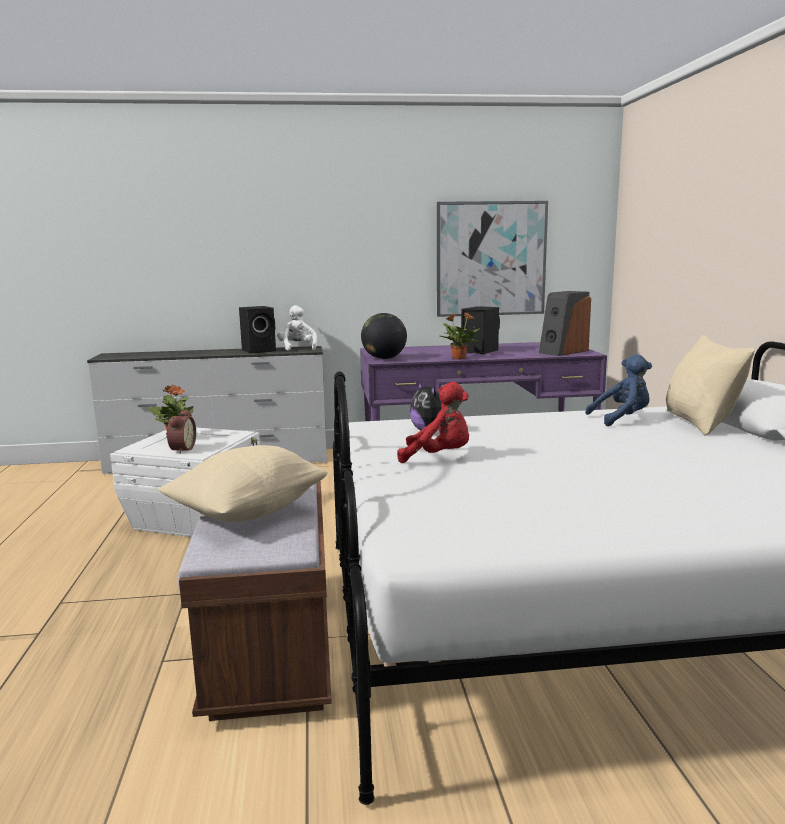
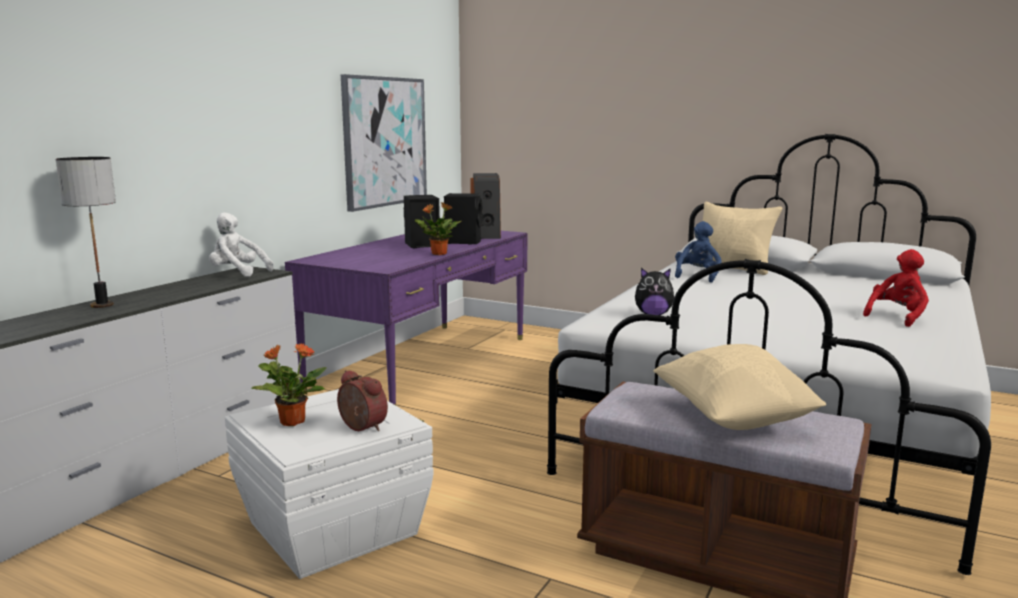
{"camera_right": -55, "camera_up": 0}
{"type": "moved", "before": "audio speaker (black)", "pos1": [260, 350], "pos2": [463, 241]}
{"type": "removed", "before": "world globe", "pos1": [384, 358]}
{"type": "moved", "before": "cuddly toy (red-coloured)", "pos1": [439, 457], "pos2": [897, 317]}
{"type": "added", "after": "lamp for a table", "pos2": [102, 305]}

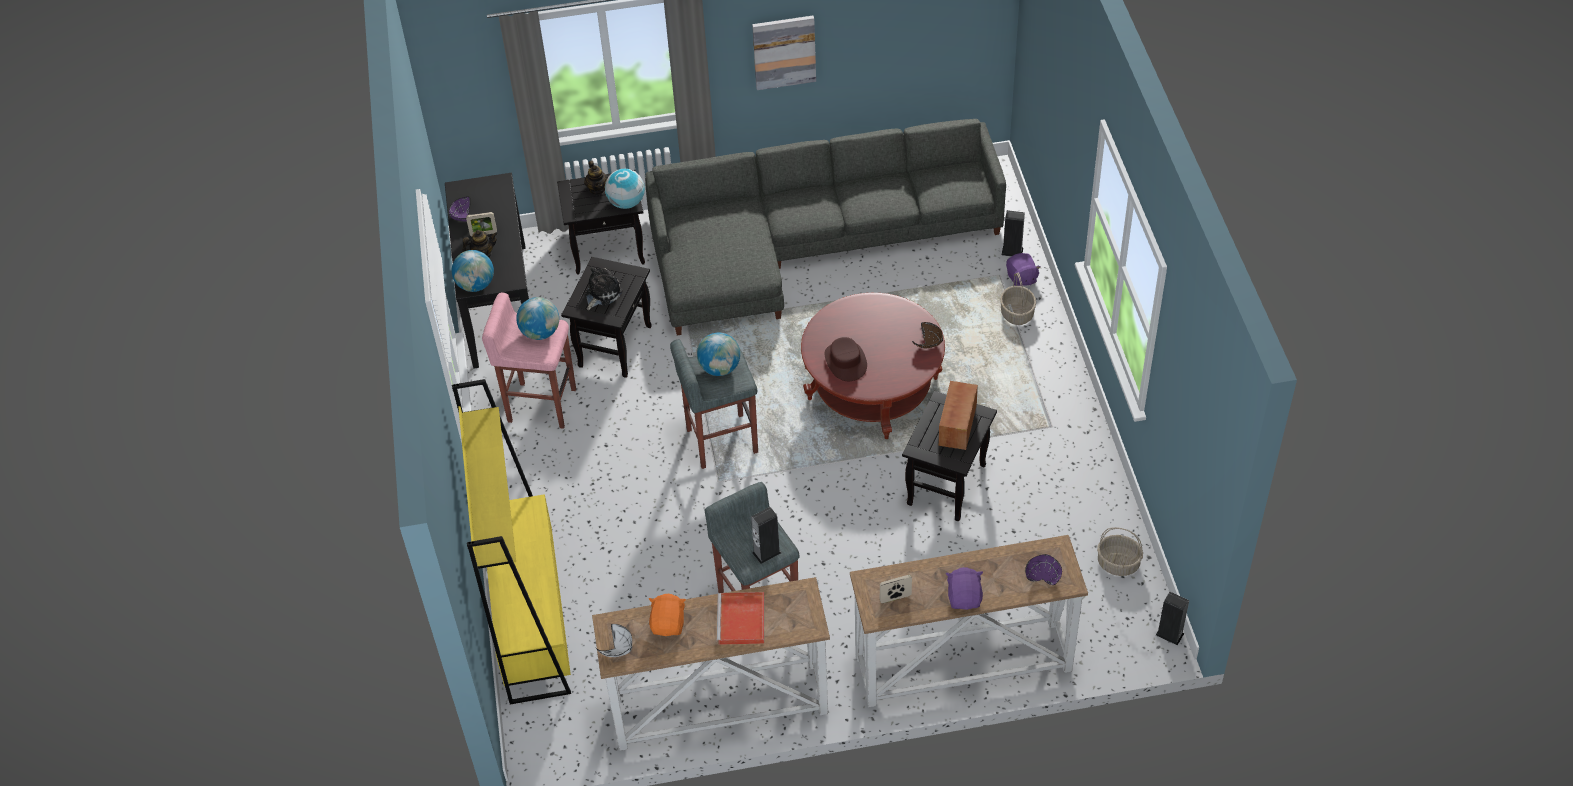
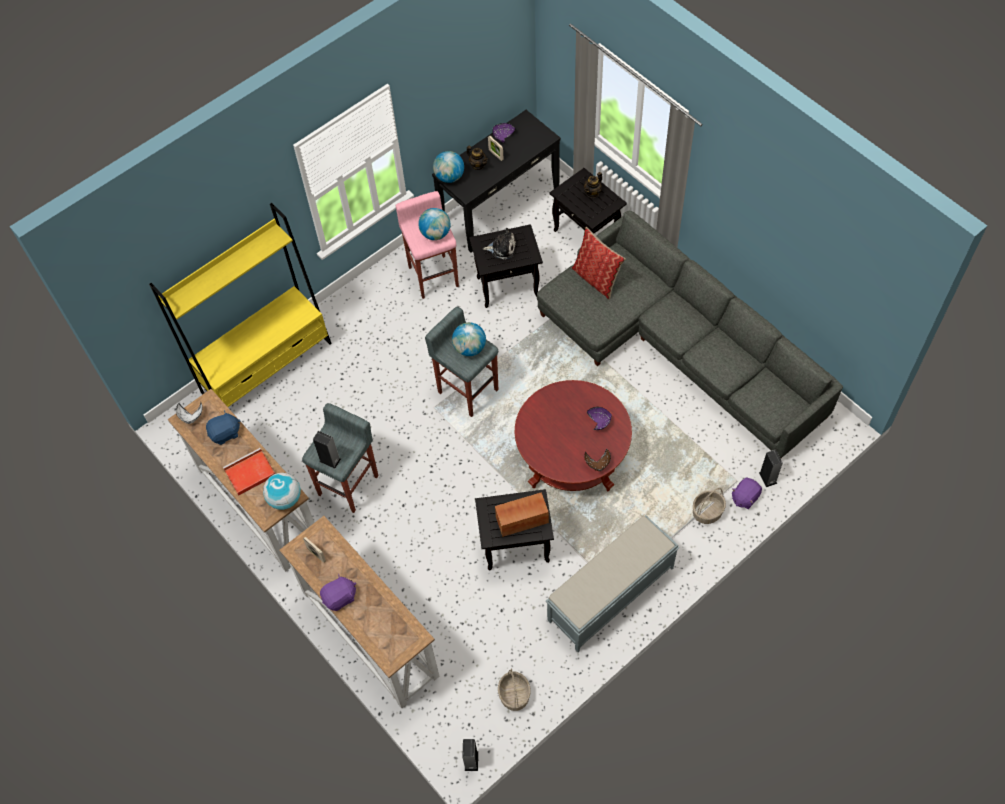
{"camera_right": 60, "camera_up": 10}
{"type": "removed", "before": "wall picture", "pos1": [784, 51]}
{"type": "moved", "before": "world globe", "pos1": [626, 202], "pos2": [285, 499]}
{"type": "removed", "before": "wearable hat (brown-coloured)", "pos1": [845, 361]}
{"type": "moved", "before": "deep dish (purple-coloured)", "pos1": [1043, 576], "pos2": [600, 422]}
{"type": "recoloured", "before": "cuddly toy (orange-coloured)", "after": "cuddly toy (bluish)", "pos1": [668, 624], "pos2": [225, 433]}
{"type": "added", "after": "pillow", "pos2": [596, 279]}
{"type": "added", "after": "bench (grey)", "pos2": [610, 594]}

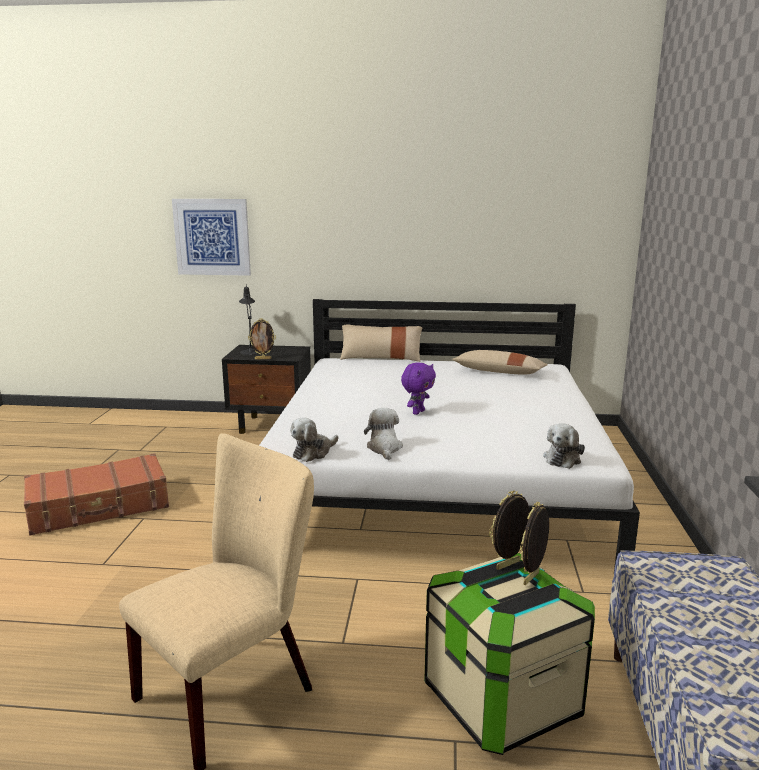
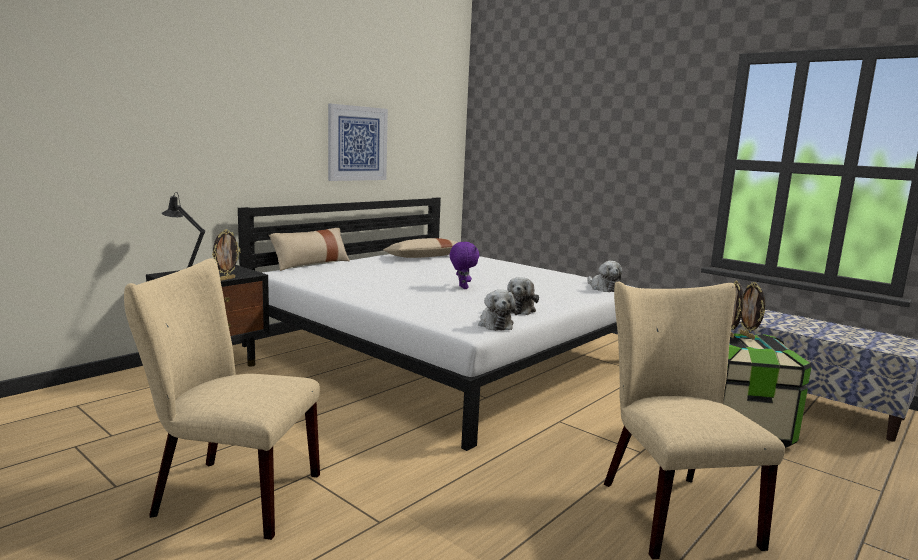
{"camera_right": -55, "camera_up": -5}
{"type": "moved", "before": "wall picture", "pos1": [212, 237], "pos2": [357, 143]}
{"type": "turned", "before": "cuddly toy", "pos1": [384, 448], "pos2": [520, 309], "turn": -105}
{"type": "replaced", "before": "travel case (brown-coloured)", "after": "upright chair (sand-coloured)", "pos1": [99, 507], "pos2": [228, 494]}

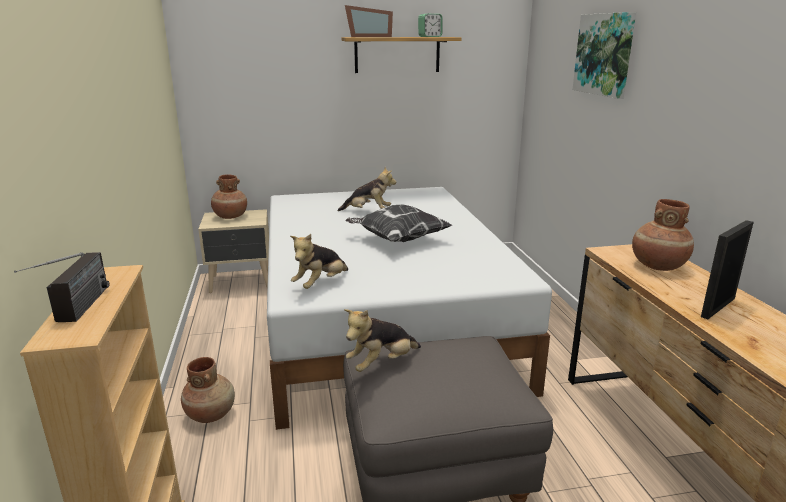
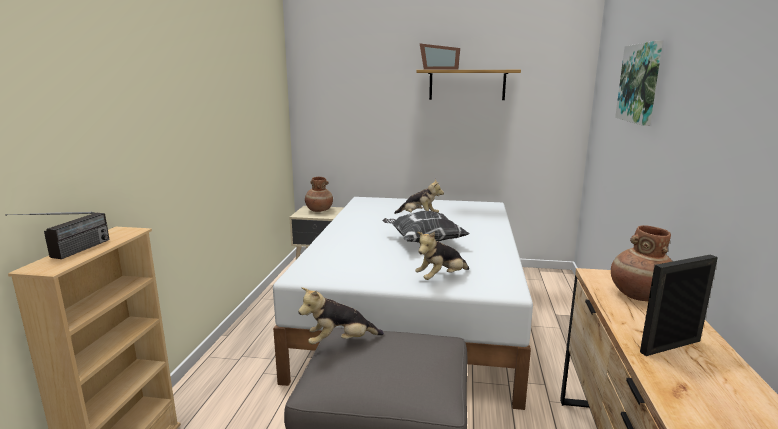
{"camera_right": 20, "camera_up": -5}
{"type": "removed", "before": "alarm clock", "pos1": [430, 36]}
{"type": "moved", "before": "cuddly toy", "pos1": [320, 284], "pos2": [441, 278]}
{"type": "removed", "before": "vase (brown-coloured)", "pos1": [211, 414]}

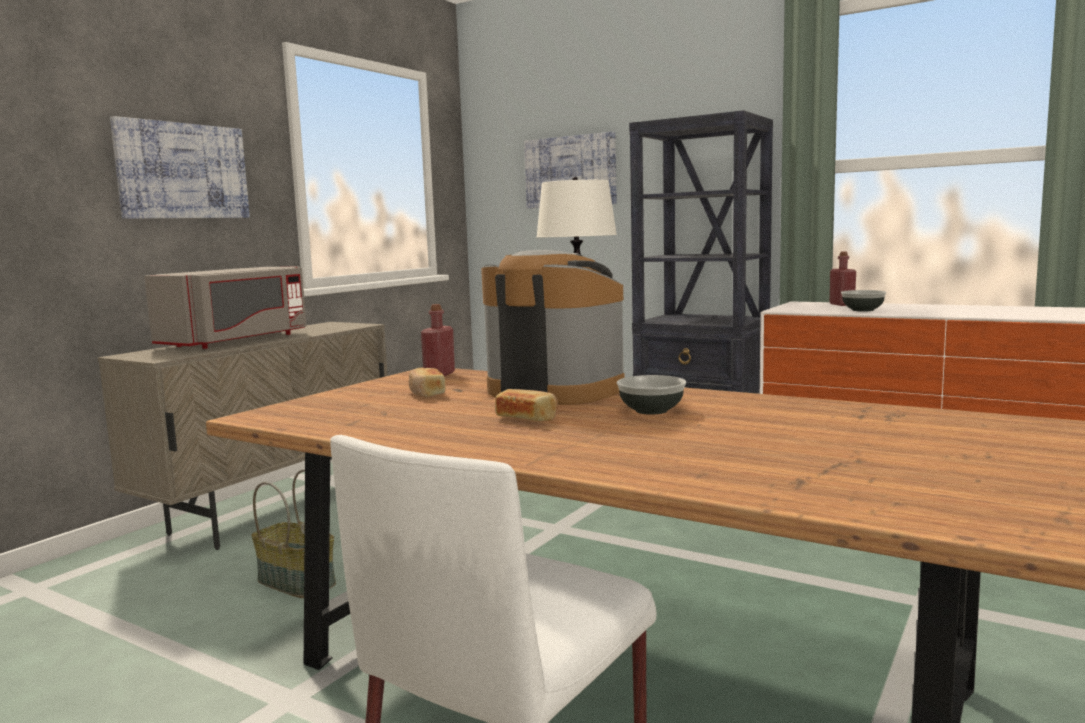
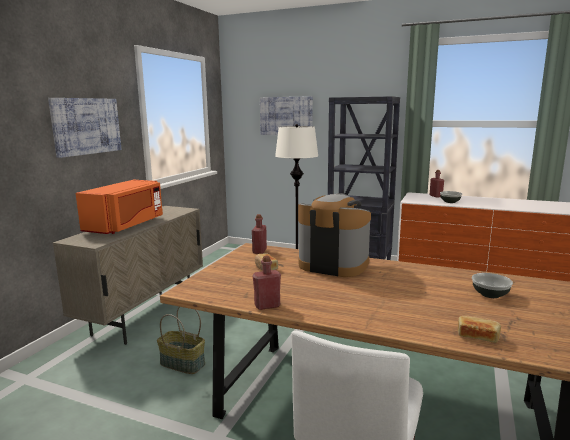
{"camera_right": -10, "camera_up": 5}
{"type": "recoloured", "before": "kitchen microwave (grey)", "after": "kitchen microwave (orange-coloured)", "pos1": [237, 341], "pos2": [126, 225]}
{"type": "moved", "before": "deep dish", "pos1": [652, 410], "pos2": [490, 294]}
{"type": "moved", "before": "baked bread", "pos1": [527, 418], "pos2": [477, 336]}
{"type": "added", "after": "drink bottle (red-coloured)", "pos2": [267, 306]}

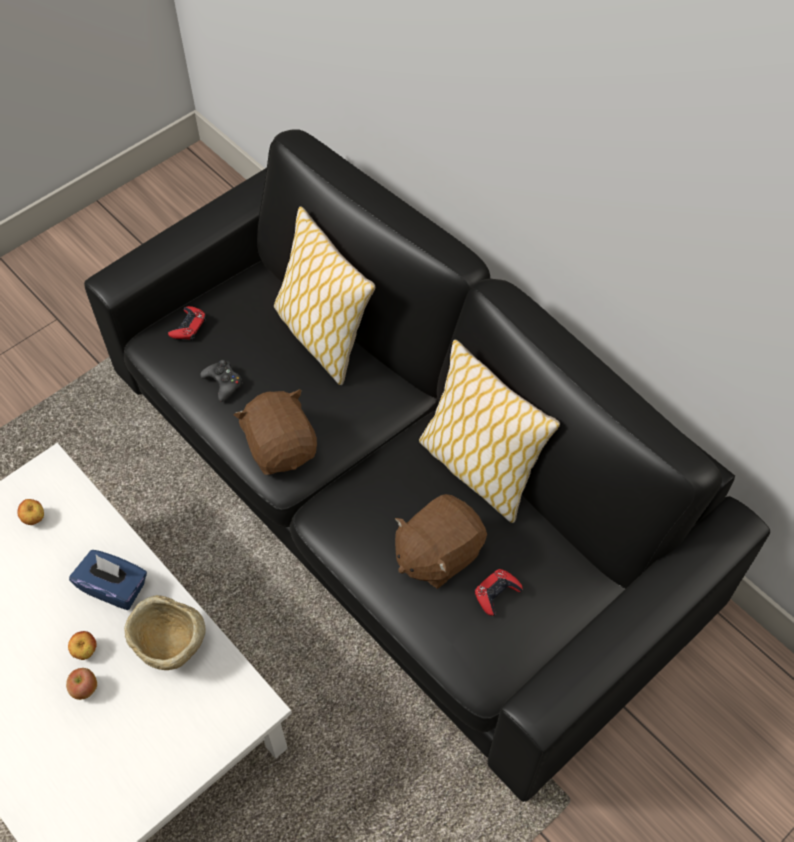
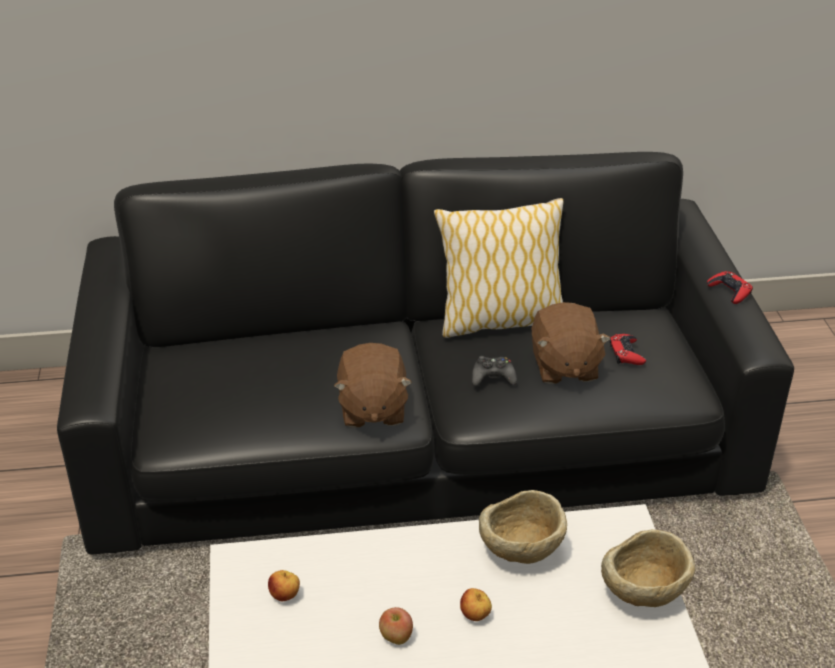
{"camera_right": -55, "camera_up": -20}
{"type": "removed", "before": "pillow", "pos1": [322, 336]}
{"type": "moved", "before": "game controller (red-coloured)", "pos1": [188, 327], "pos2": [729, 291]}
{"type": "moved", "before": "game controller (black)", "pos1": [223, 383], "pos2": [493, 377]}
{"type": "turned", "before": "cuddly toy (brown-coloured)", "pos1": [281, 447], "pos2": [372, 409], "turn": -105}
{"type": "removed", "before": "box of tissues (bluish)", "pos1": [114, 587]}
{"type": "moved", "before": "whole apple", "pos1": [85, 689], "pos2": [396, 637]}
{"type": "added", "after": "deep dish (sand-coloured)", "pos2": [642, 595]}

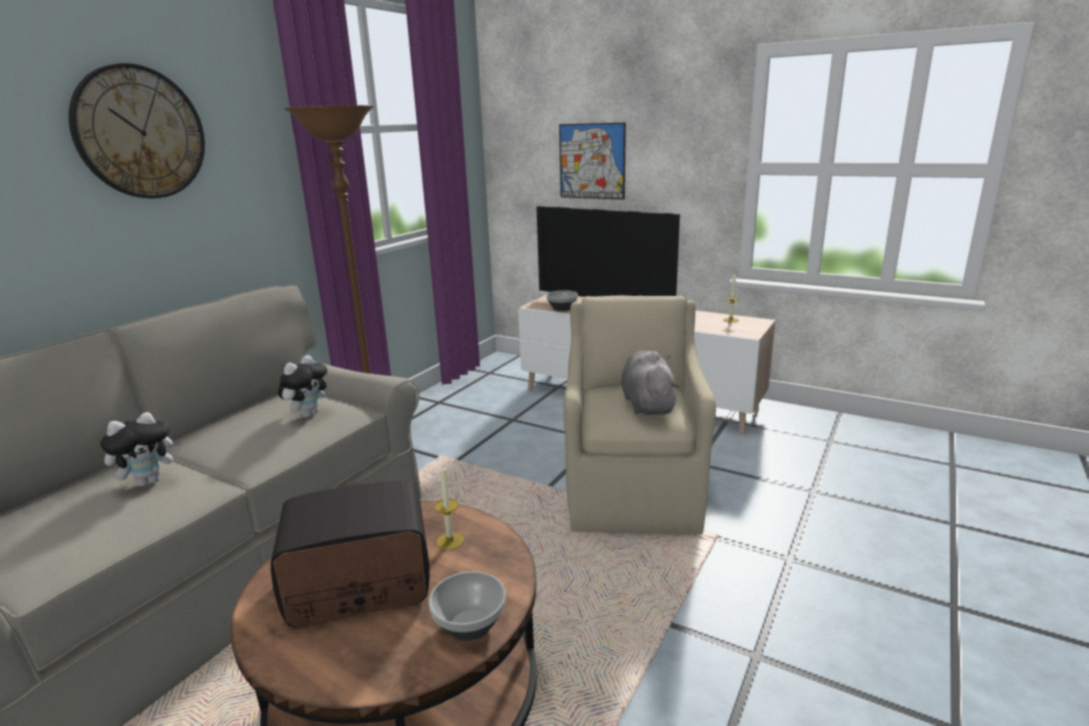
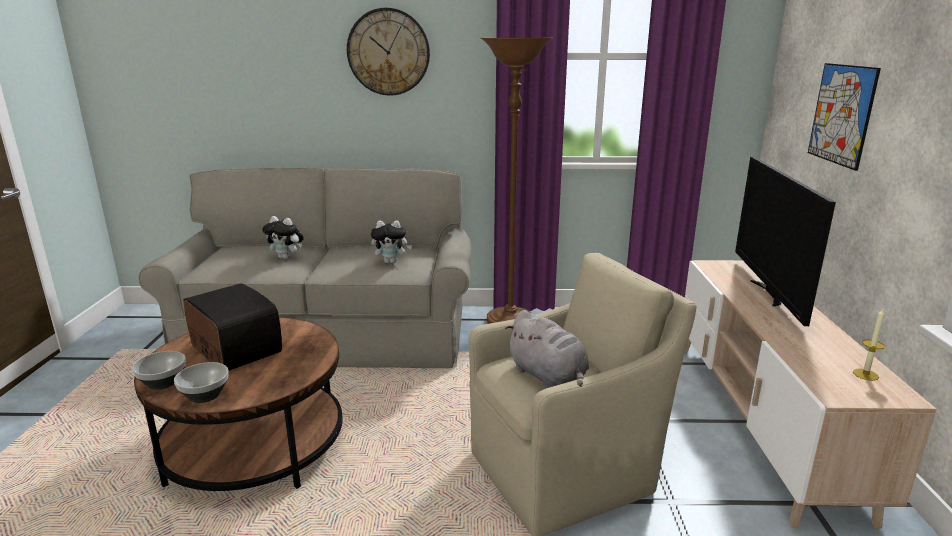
{"camera_right": 60, "camera_up": 0}
{"type": "moved", "before": "deep dish", "pos1": [562, 309], "pos2": [164, 382]}
{"type": "turned", "before": "cuddly toy (grey)", "pos1": [647, 404], "pos2": [548, 377], "turn": 90}
{"type": "removed", "before": "candle", "pos1": [450, 541]}

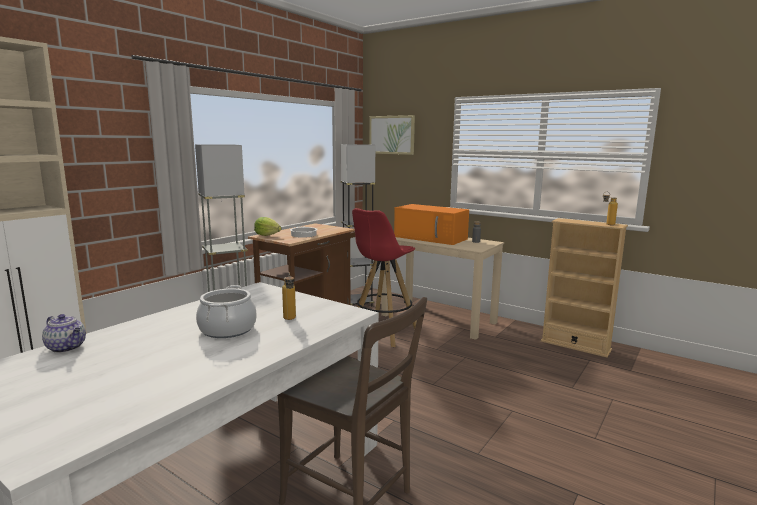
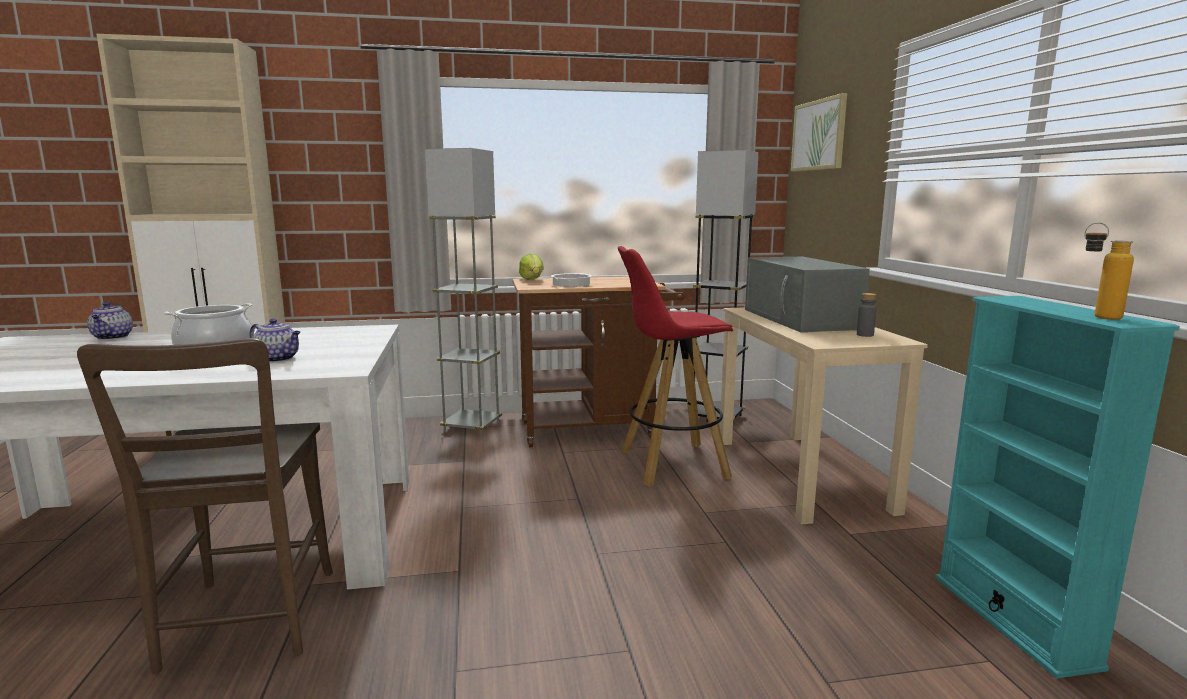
{"camera_right": 45, "camera_up": 0}
{"type": "recoloured", "before": "kitchen microwave (orange-coloured)", "after": "kitchen microwave (grey)", "pos1": [431, 238], "pos2": [801, 319]}
{"type": "recoloured", "before": "bookcase (sand-coloured)", "after": "bookcase (blue-green)", "pos1": [575, 345], "pos2": [1013, 620]}
{"type": "replaced", "before": "drink bottle", "after": "pot for tea", "pos1": [290, 319], "pos2": [278, 359]}

